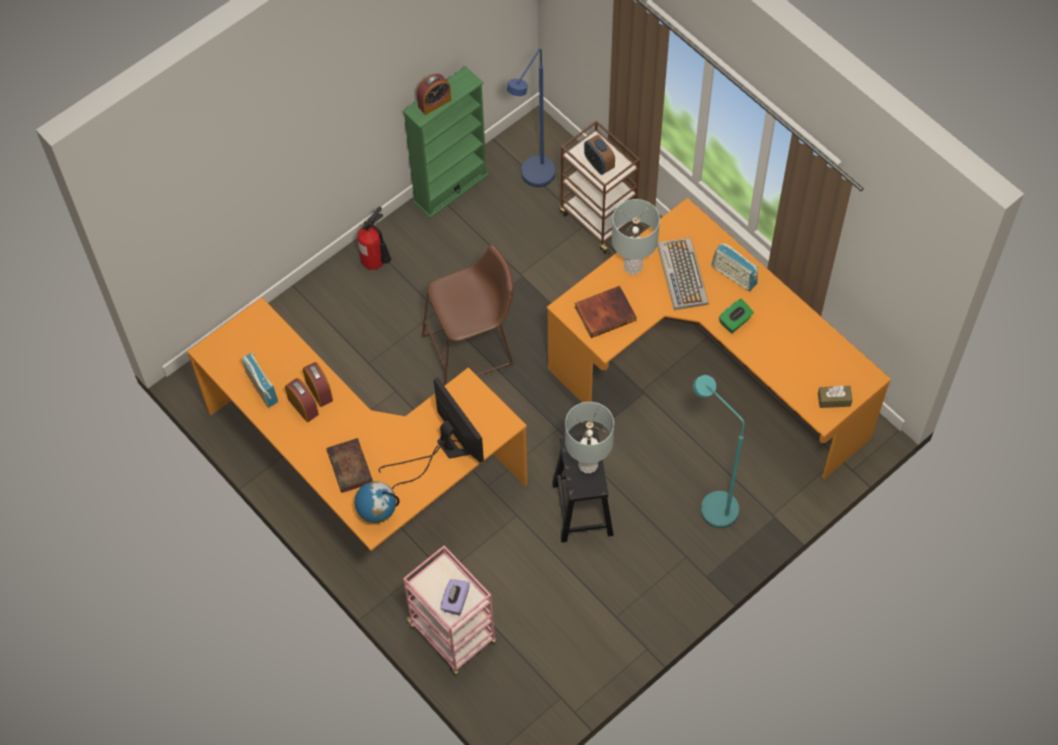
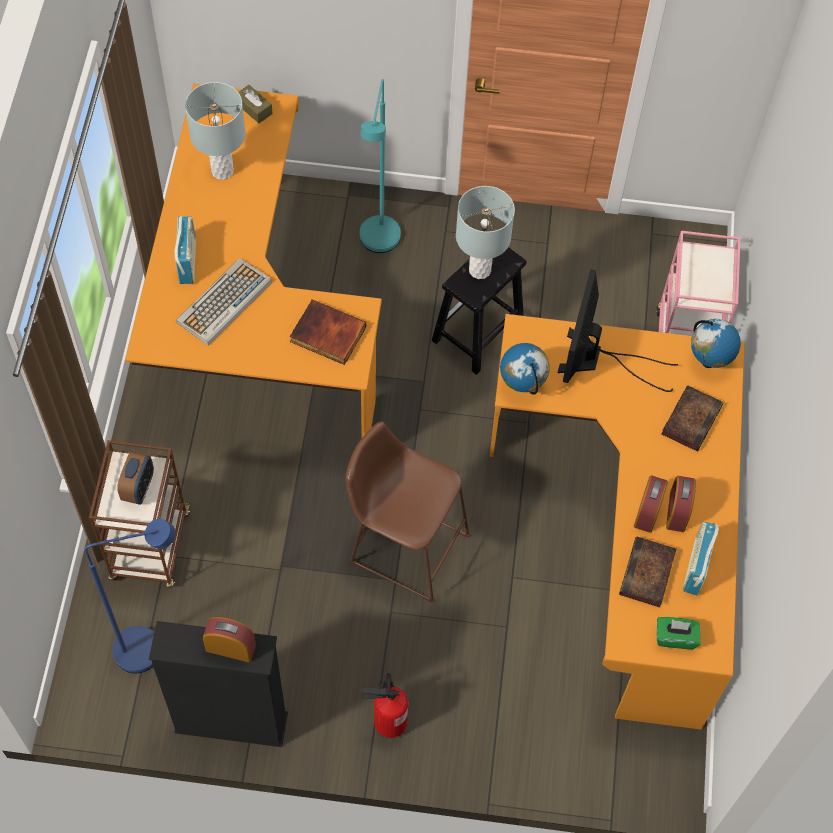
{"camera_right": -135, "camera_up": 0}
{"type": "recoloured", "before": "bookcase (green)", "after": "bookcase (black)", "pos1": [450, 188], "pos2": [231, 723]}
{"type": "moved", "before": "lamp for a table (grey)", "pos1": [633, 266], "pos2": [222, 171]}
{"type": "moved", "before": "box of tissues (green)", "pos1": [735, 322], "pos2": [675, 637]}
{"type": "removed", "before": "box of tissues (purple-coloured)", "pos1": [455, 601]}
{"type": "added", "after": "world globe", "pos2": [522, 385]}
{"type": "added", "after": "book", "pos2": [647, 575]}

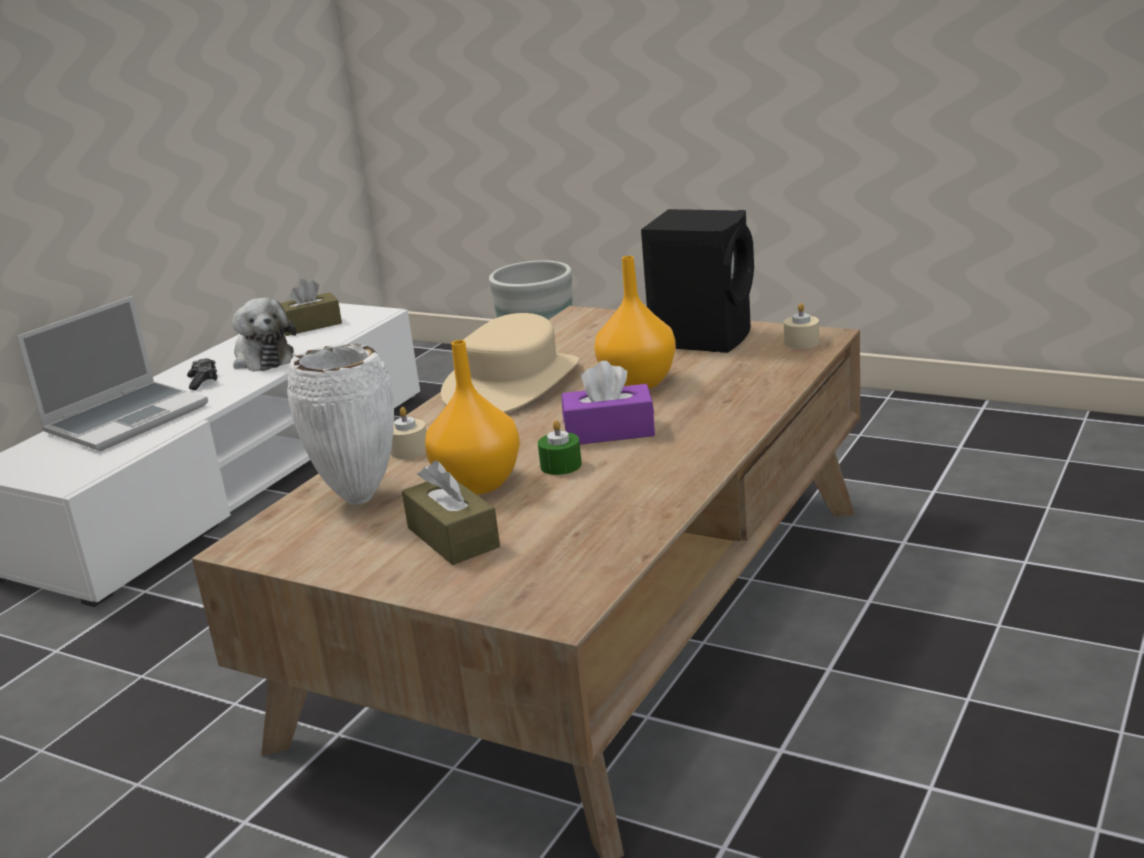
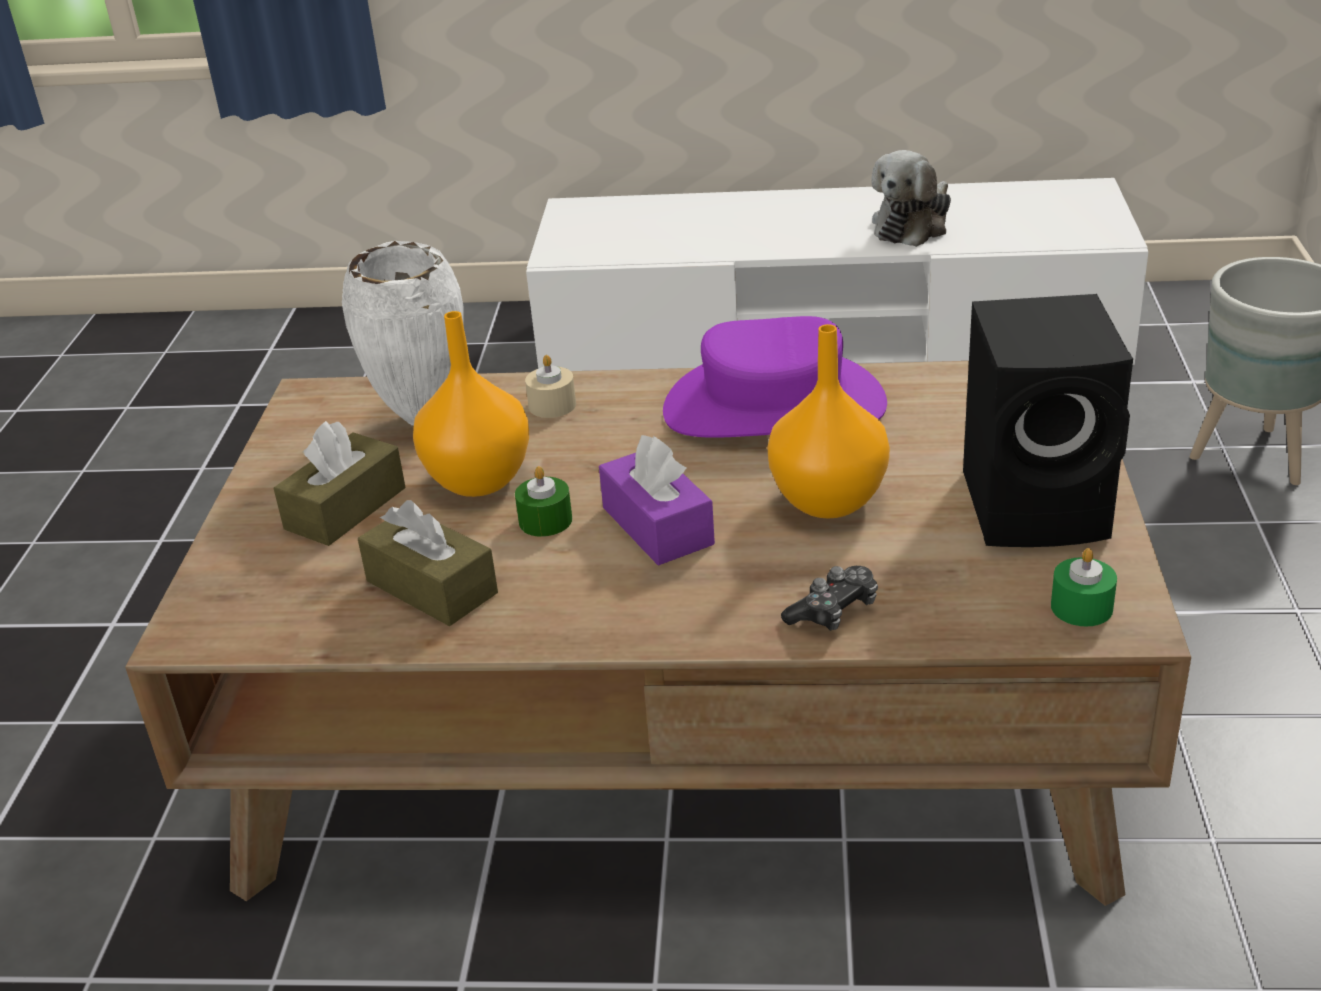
{"camera_right": 65, "camera_up": 10}
{"type": "moved", "before": "box of tissues (brown-coloured)", "pos1": [310, 325], "pos2": [431, 587]}
{"type": "removed", "before": "portable computer", "pos1": [127, 418]}
{"type": "recoloured", "before": "candle (sand-coloured)", "after": "candle (green)", "pos1": [801, 342], "pos2": [1081, 607]}
{"type": "recoloured", "before": "wearable hat (sand-coloured)", "after": "wearable hat (purple-coloured)", "pos1": [512, 384], "pos2": [774, 407]}
{"type": "moved", "before": "game controller", "pos1": [203, 381], "pos2": [833, 611]}

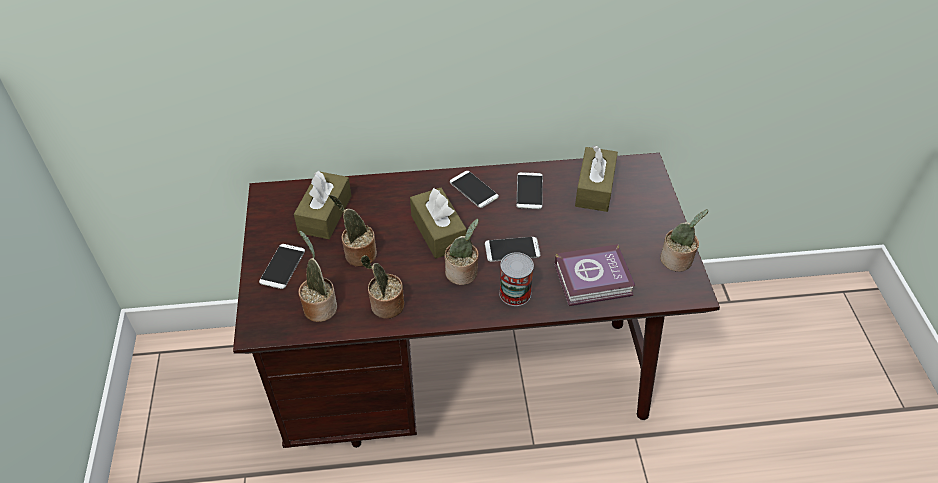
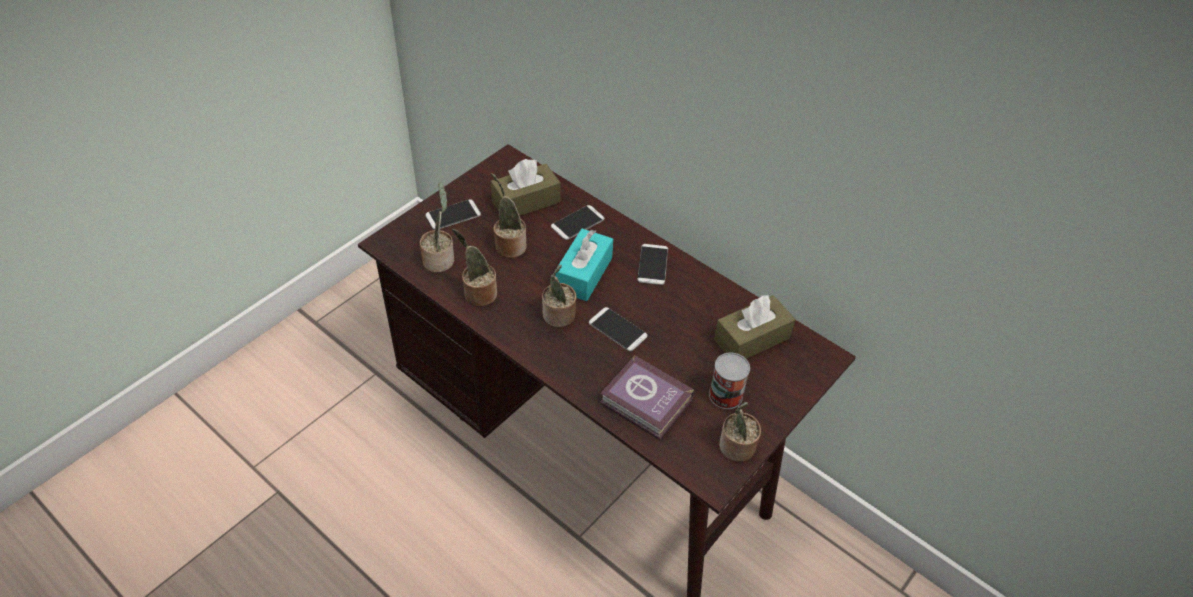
{"camera_right": 45, "camera_up": 0}
{"type": "moved", "before": "telephone", "pos1": [529, 191], "pos2": [577, 223]}
{"type": "recoloured", "before": "box of tissues (brown-coloured)", "after": "box of tissues (blue-green)", "pos1": [438, 232], "pos2": [583, 274]}
{"type": "moved", "before": "metal can", "pos1": [515, 293], "pos2": [725, 395]}

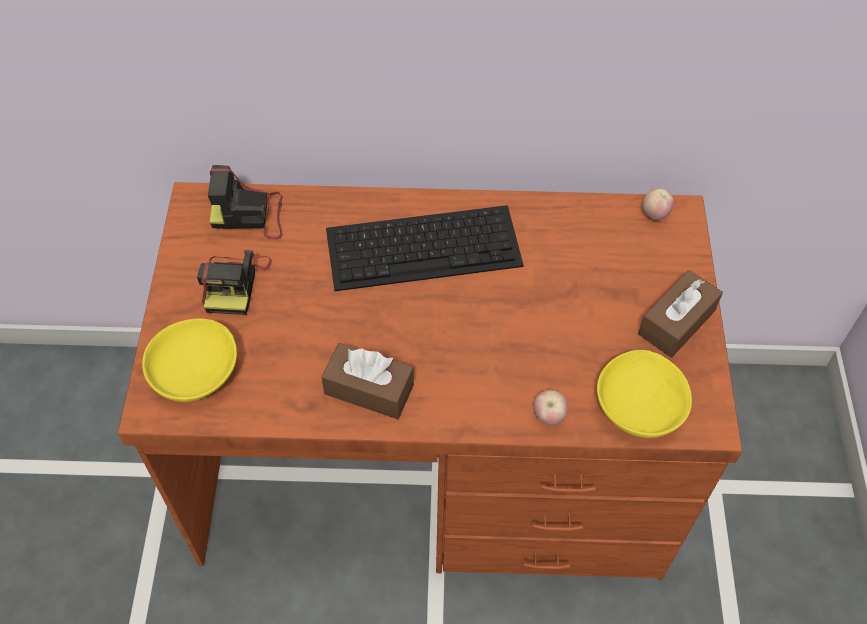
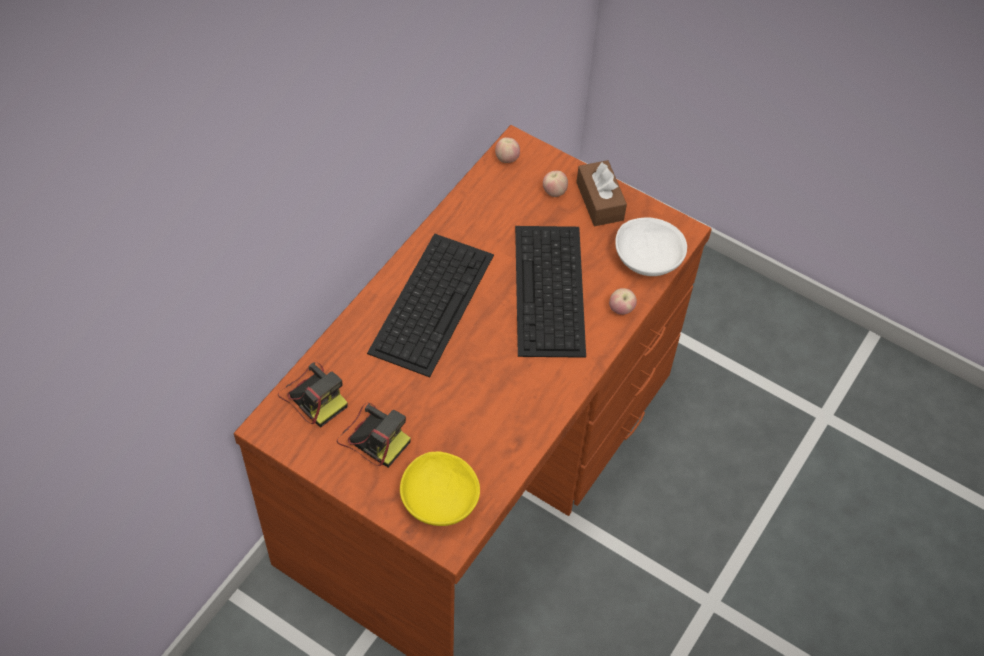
{"camera_right": -60, "camera_up": 0}
{"type": "turned", "before": "still camera", "pos1": [250, 215], "pos2": [313, 396], "turn": -75}
{"type": "removed", "before": "box of tissues (brown-coloured)", "pos1": [369, 389]}
{"type": "recoloured", "before": "deep dish (yellow-coloured)", "after": "deep dish (white-coloured)", "pos1": [637, 408], "pos2": [647, 260]}
{"type": "added", "after": "whole apple", "pos2": [554, 192]}
{"type": "added", "after": "PC keyboard", "pos2": [550, 291]}

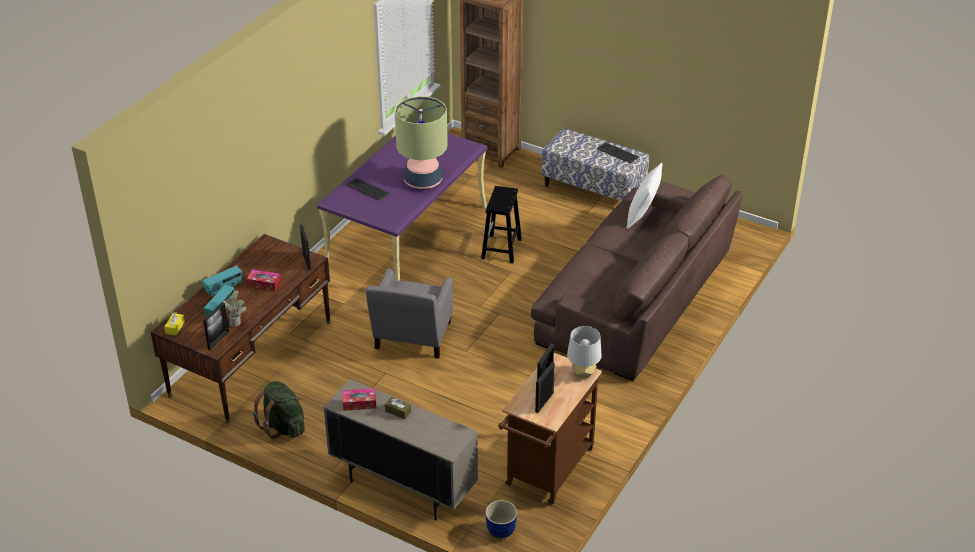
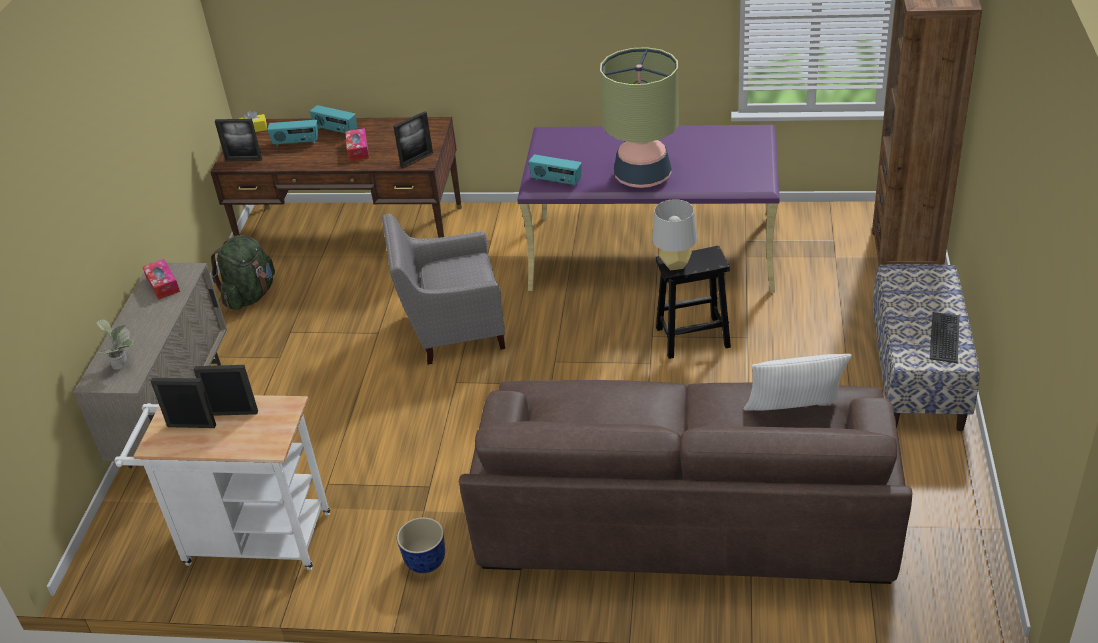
{"camera_right": 70, "camera_up": 0}
{"type": "removed", "before": "PC keyboard", "pos1": [367, 189]}
{"type": "moved", "before": "potted plant", "pos1": [236, 321], "pos2": [124, 364]}
{"type": "moved", "before": "lamp for a table (grey)", "pos1": [583, 373], "pos2": [675, 264]}
{"type": "recoloured", "before": "trolley (brown-coloured)", "after": "trolley (white-coloured)", "pos1": [547, 472], "pos2": [249, 539]}
{"type": "removed", "before": "box of tissues (brown-coloured)", "pos1": [398, 411]}
{"type": "moved", "before": "flower pot", "pos1": [501, 531], "pos2": [425, 562]}
{"type": "added", "after": "radio set", "pos2": [556, 181]}

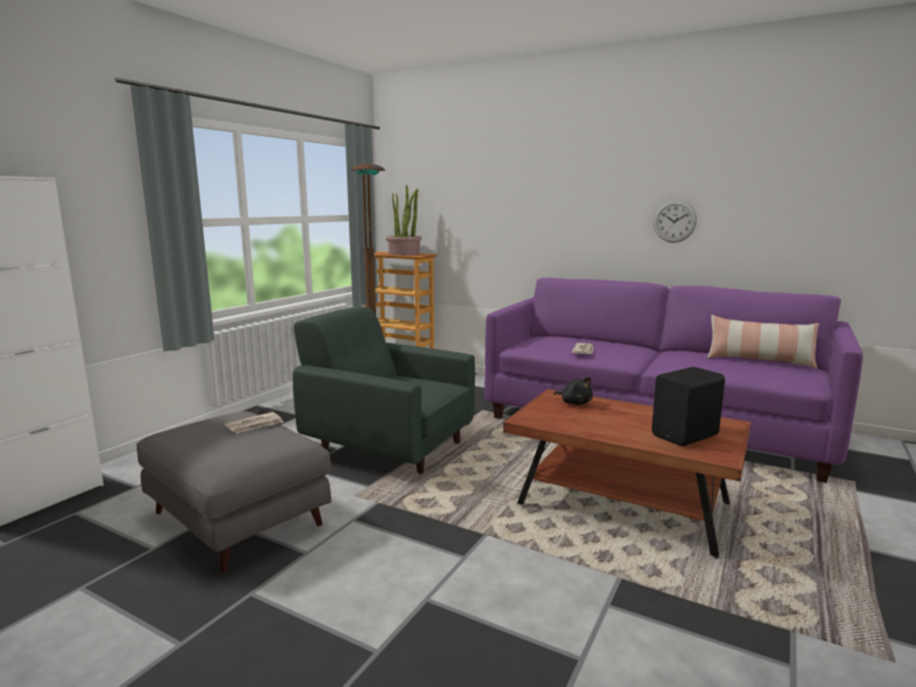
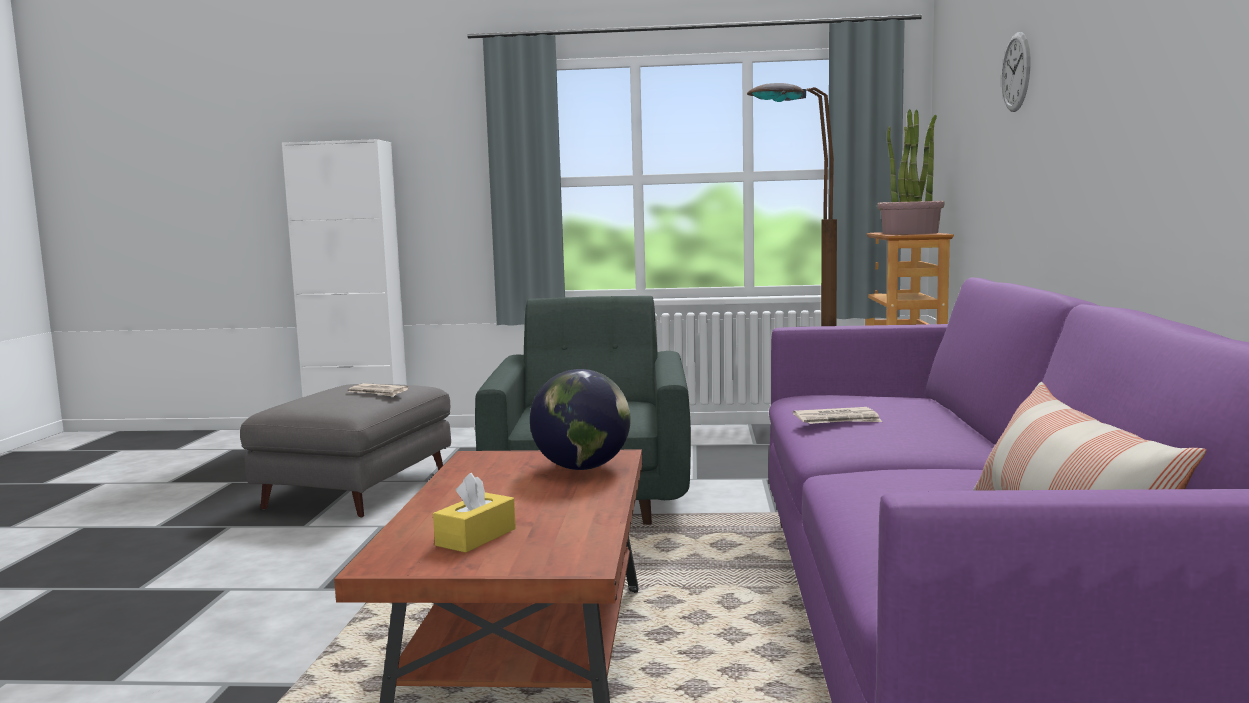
{"camera_right": 65, "camera_up": -5}
{"type": "moved", "before": "clock on the wall", "pos1": [674, 221], "pos2": [1016, 72]}
{"type": "replaced", "before": "audio speaker (black)", "after": "box of tissues (yellow-coloured)", "pos1": [687, 436], "pos2": [476, 537]}
{"type": "replaced", "before": "cuddly toy (black)", "after": "world globe", "pos1": [574, 403], "pos2": [582, 468]}

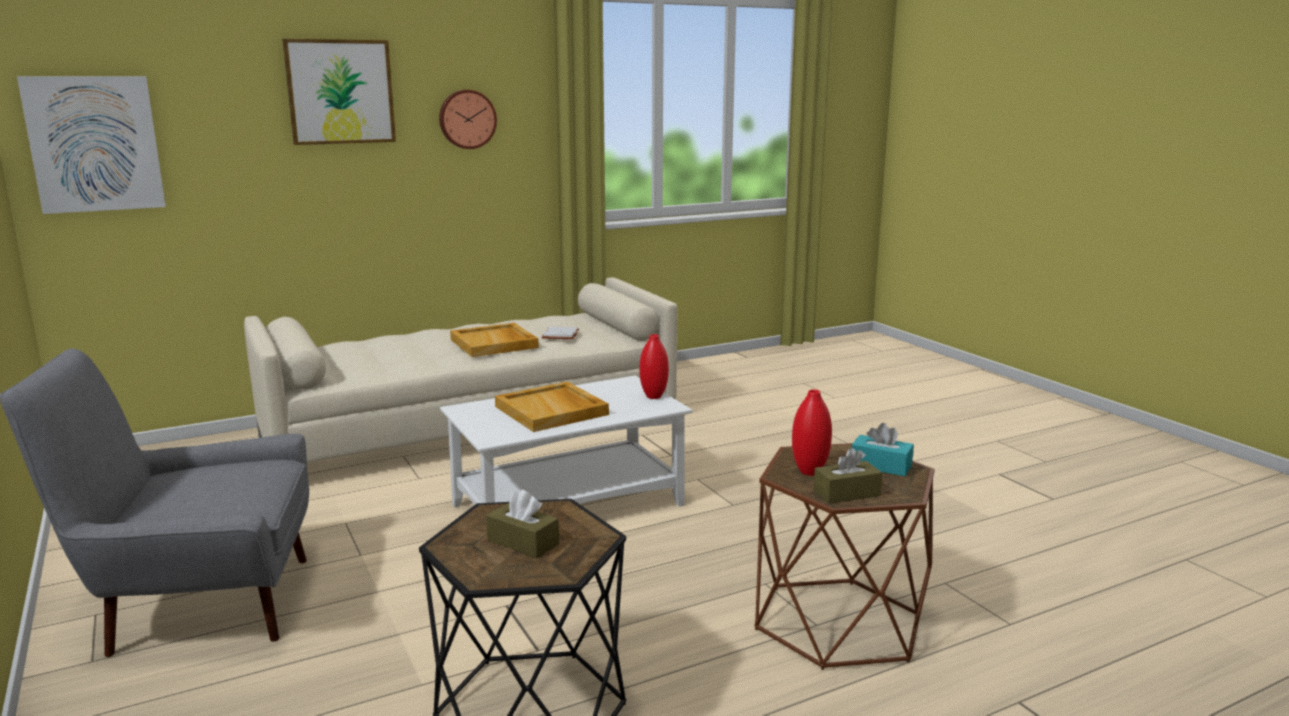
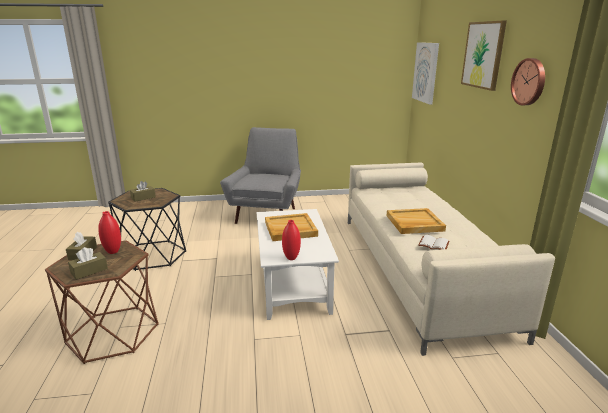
{"camera_right": 110, "camera_up": 5}
{"type": "recoloured", "before": "box of tissues (blue-green)", "after": "box of tissues (brown-coloured)", "pos1": [881, 466], "pos2": [89, 271]}

